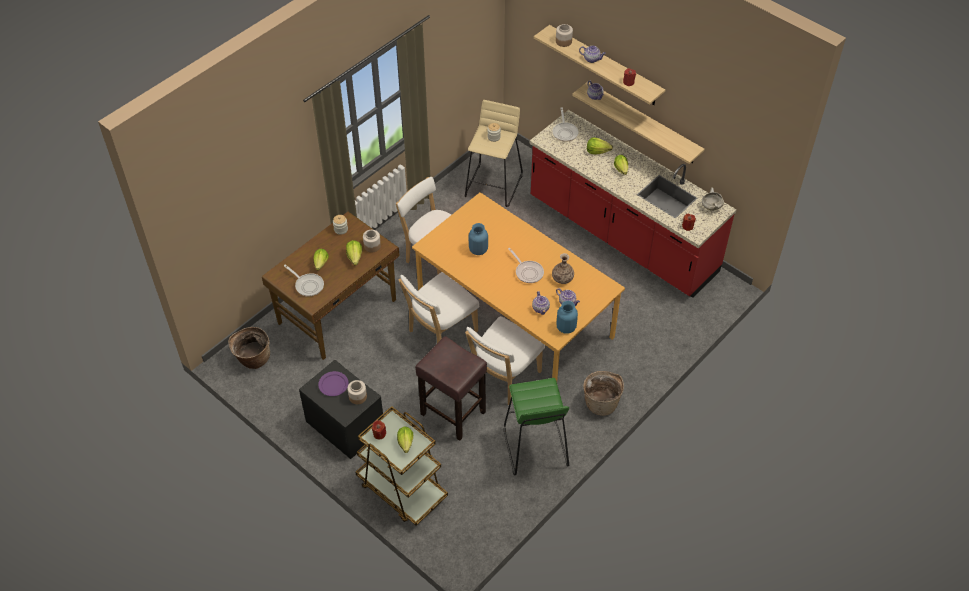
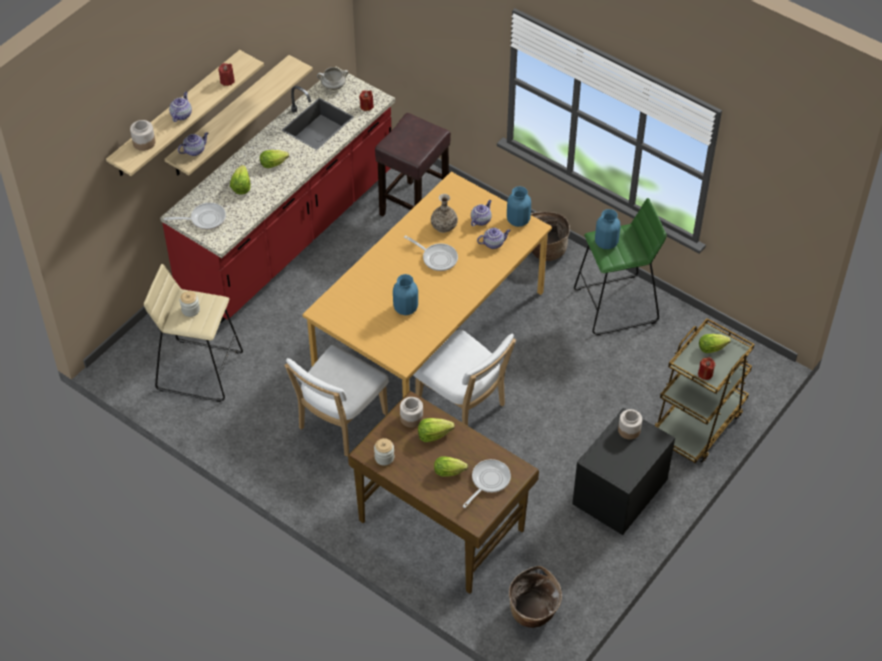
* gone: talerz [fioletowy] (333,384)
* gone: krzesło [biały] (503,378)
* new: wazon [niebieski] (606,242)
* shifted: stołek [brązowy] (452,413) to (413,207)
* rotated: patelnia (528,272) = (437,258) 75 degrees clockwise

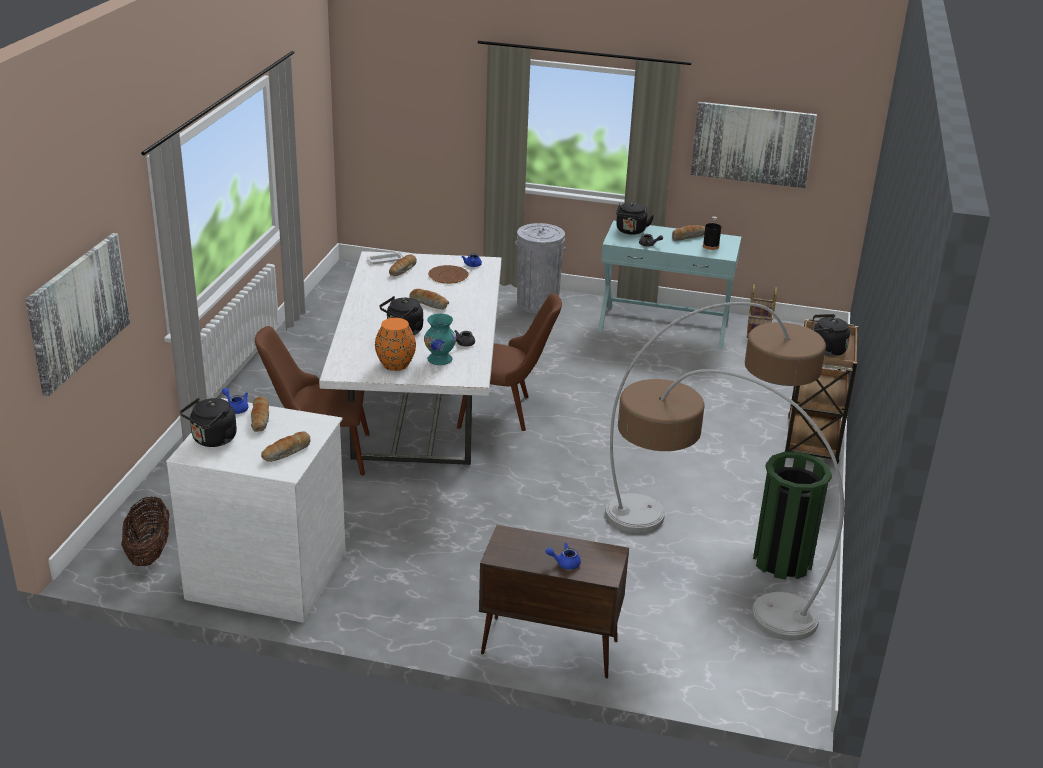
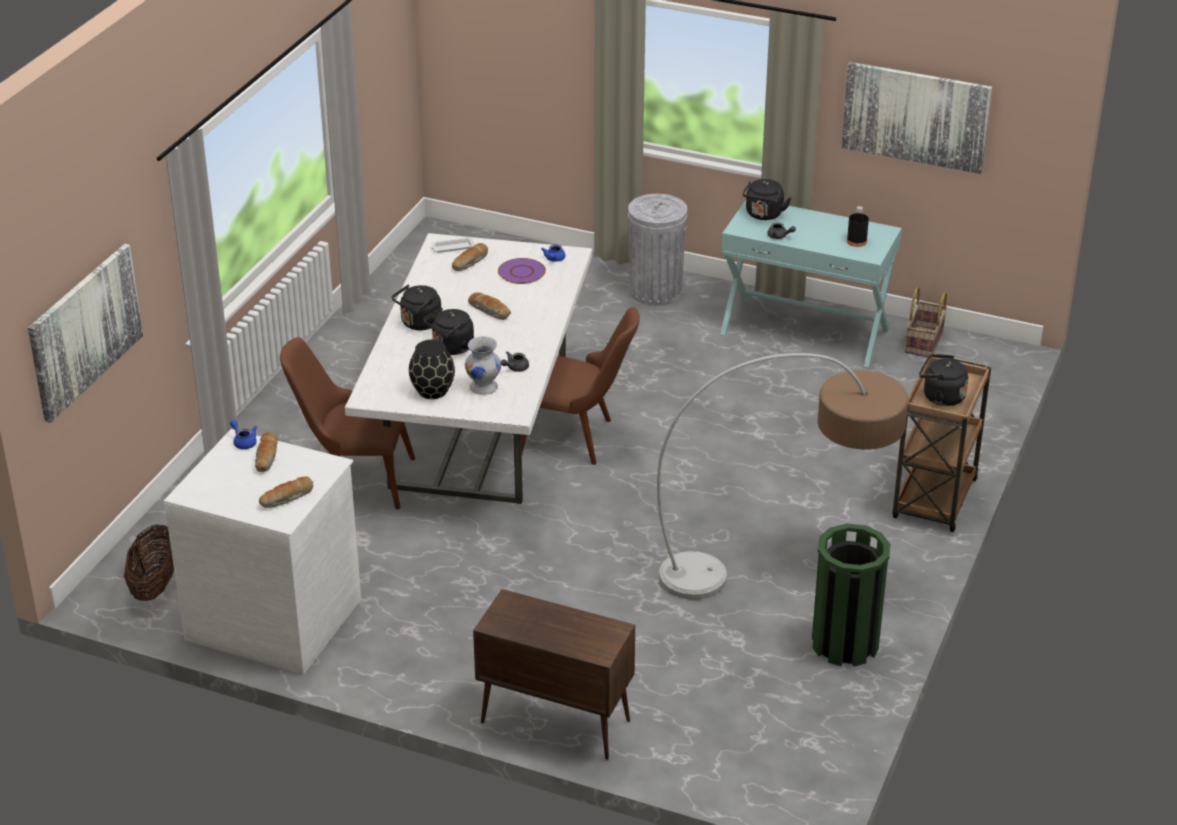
* gone: imbryk [niebieski] (564,563)
* gone: lampa stojąca (700,587)
* gone: chleb (688,236)
* shifted: czajnik [czarny] (212,440) to (419,324)
* repainted: wazon [pomarańczowy] (396,364) to wazon [czarny] (433,391)
* repainted: wazon [turkusowy] (440,360) to wazon [biały] (484,387)
* repainted: talerz [brązowy] (448,275) to talerz [fioletowy] (521,272)

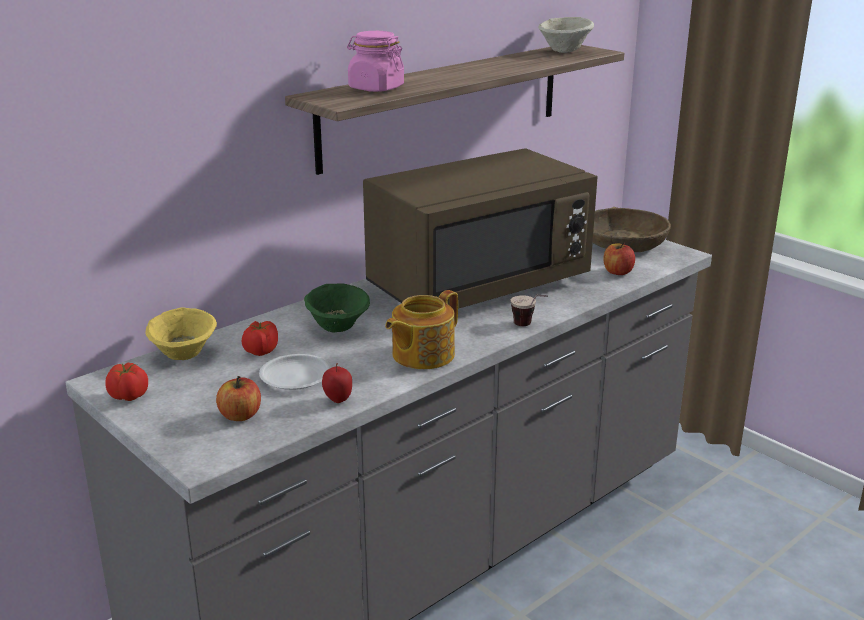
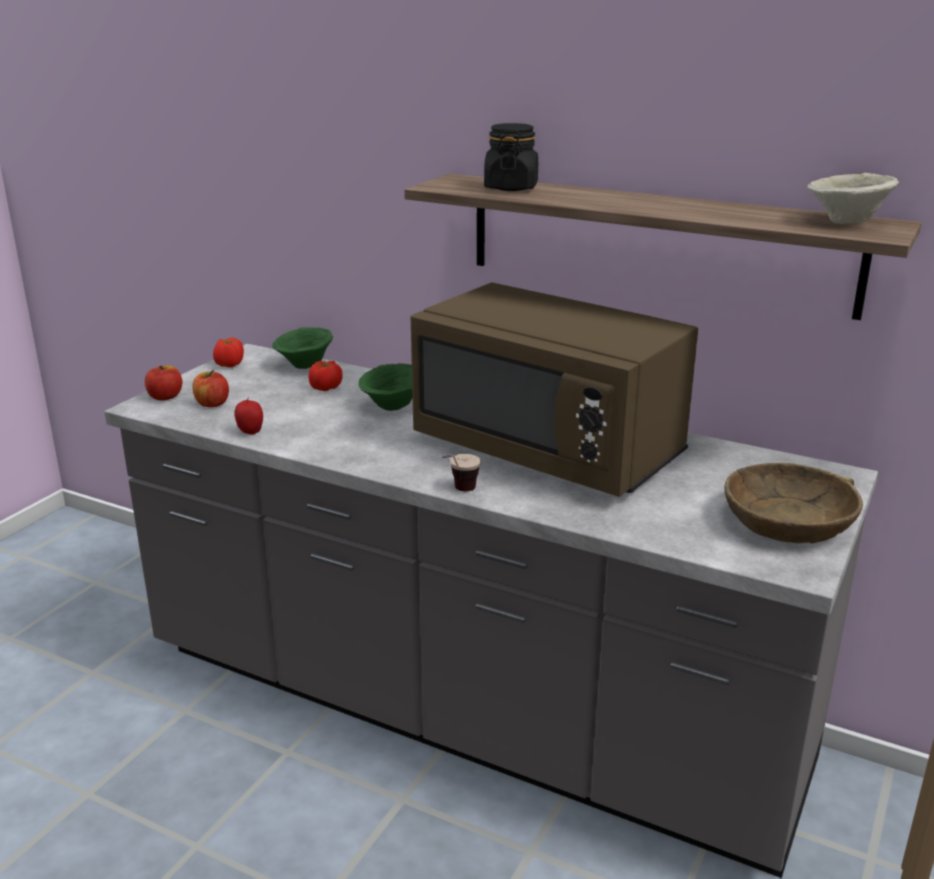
* gone: talerz [biały] (295,376)
* gone: imbryk (421,355)
* shifted: jabłko (617,272) to (165,397)
* repainted: miska [żółty] (185,354) to miska [zielony] (305,365)
* repainted: słoik [różowy] (376,88) to słoik [czarny] (511,187)

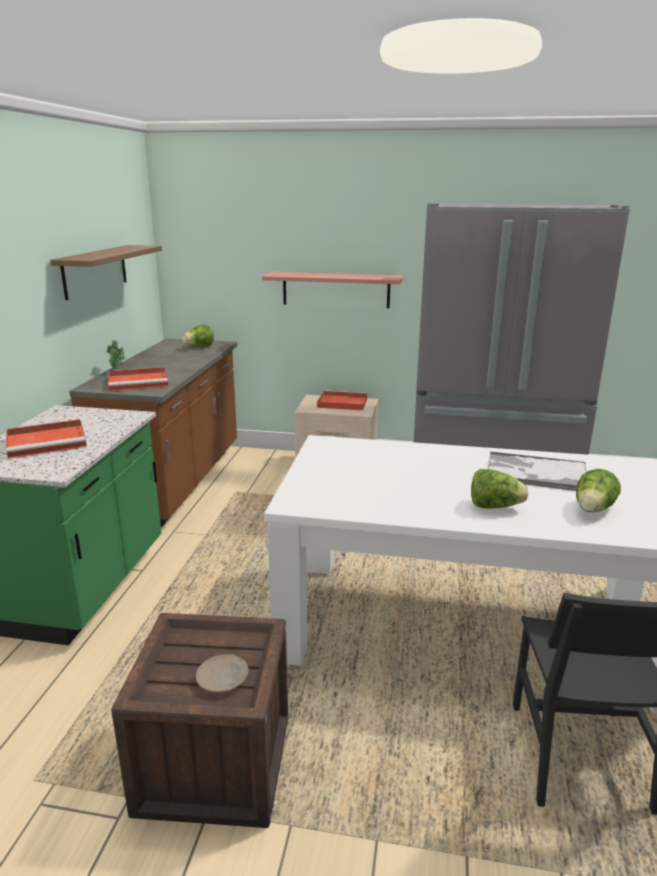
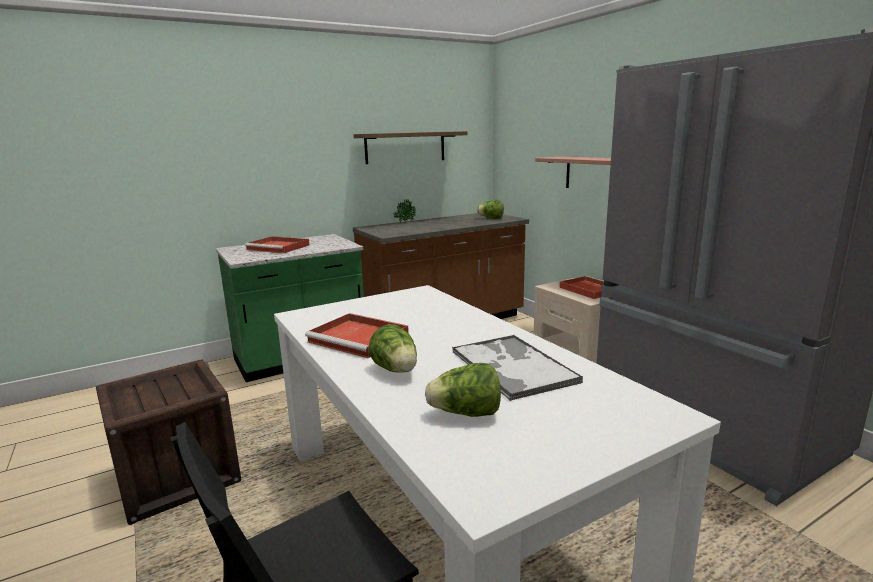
* gone: talerz [beżowy] (223,678)
* shifted: taca [czerwony] (139,382) to (360,339)

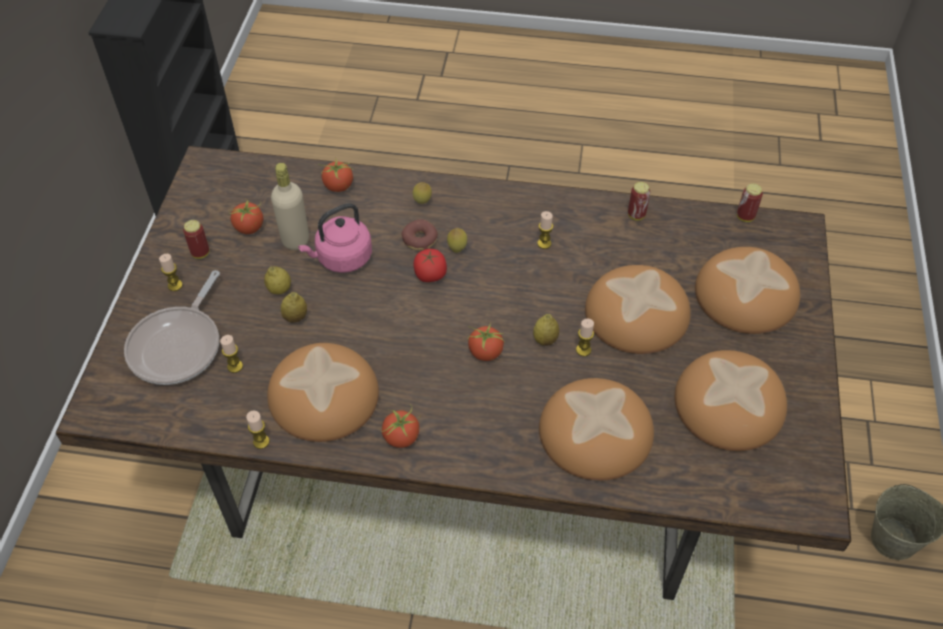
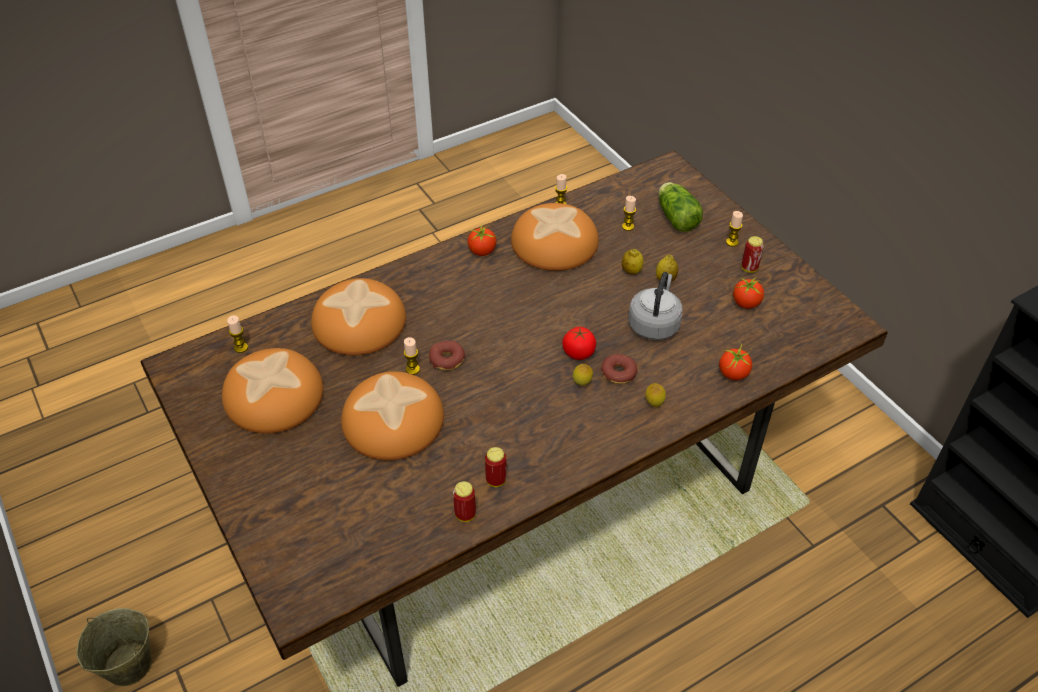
* gone: butelka [beżowy] (295,240)
* gone: pomidor (485,353)
* gone: chleb (746,295)
* shifted: świeca (544,243) to (241,347)
* shifted: puszka (745,217) to (496,480)
* swapped: patelnia (179,346) to sałata (676,216)
* swapped: cytryna (545,340) to donut (447,359)
* repainted: czajnik [różowy] (341,258) to czajnik [szary] (654,324)

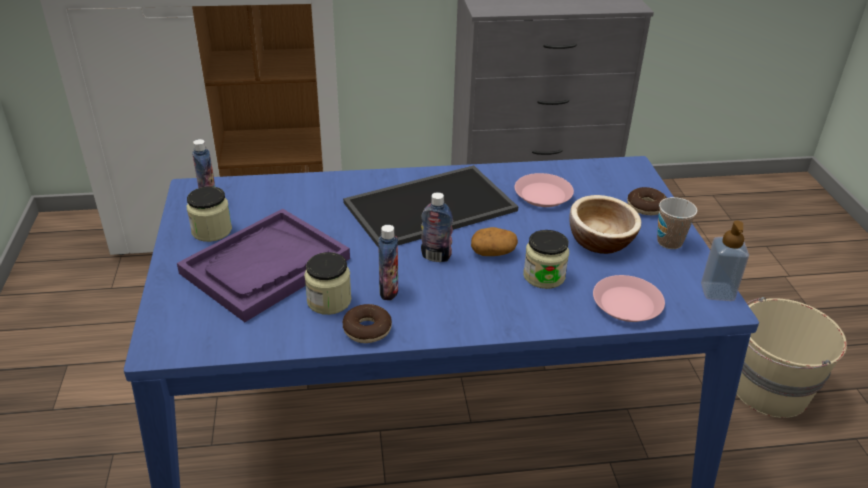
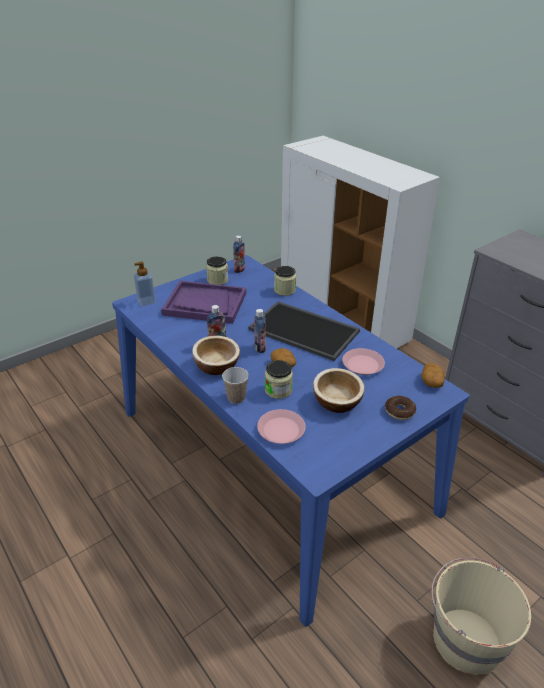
* gone: donut (367,329)
* new: miska (216,366)
* new: ziemniak (431,382)
* shifted: słoik (329,301) to (284,290)
* shifted: filiżanka (669,242) to (236,398)
* shifted: dozownik mydła (717,292) to (146,301)

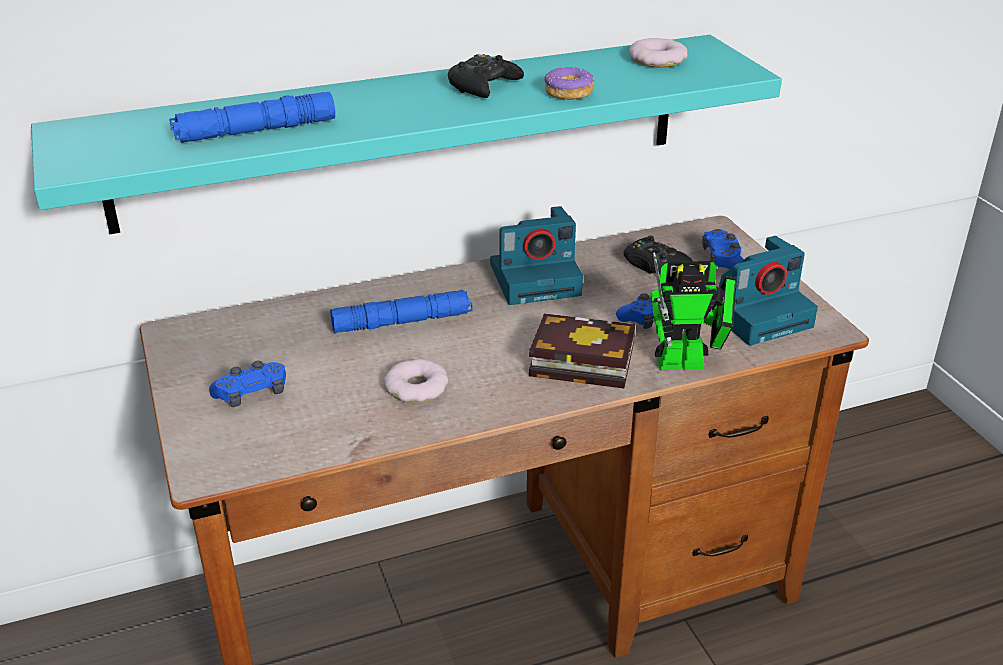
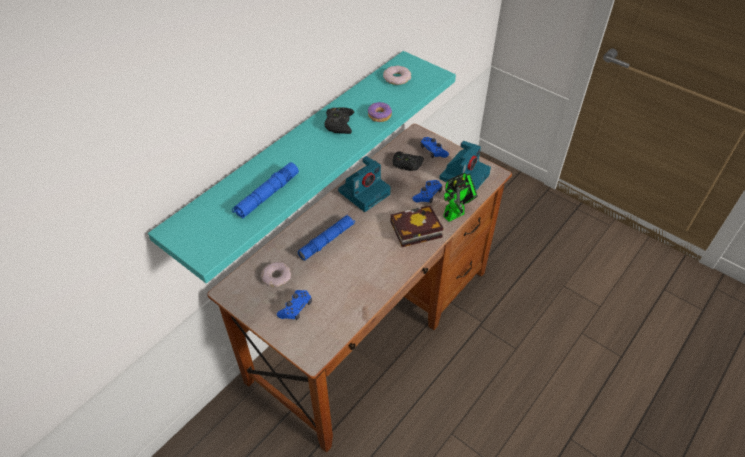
* shifted: donut (417,387) to (276,276)

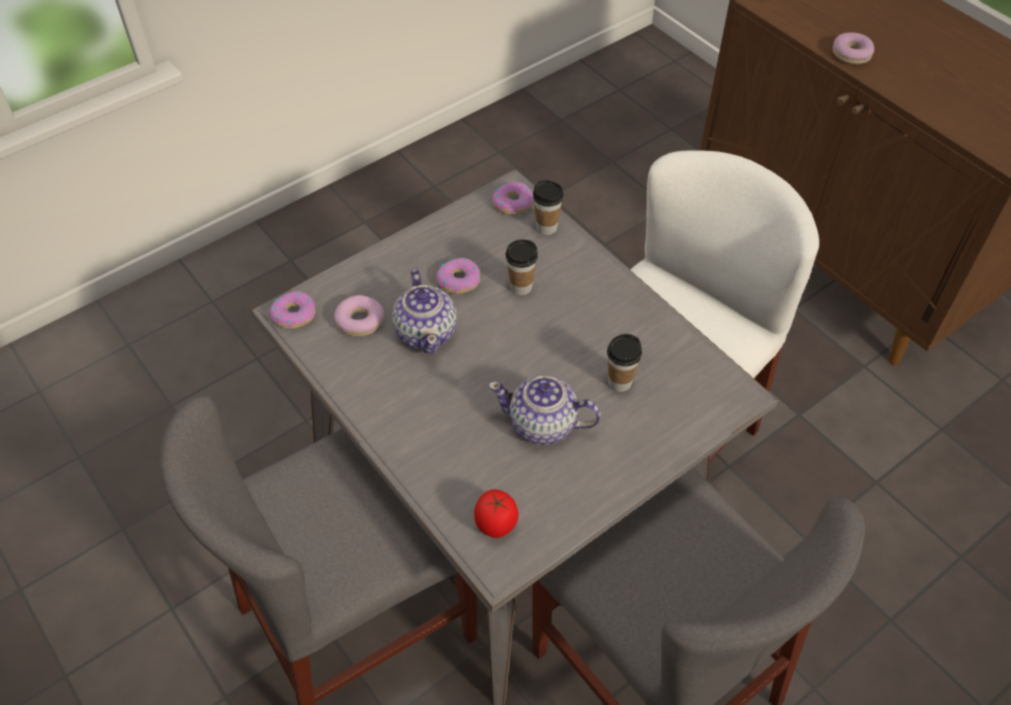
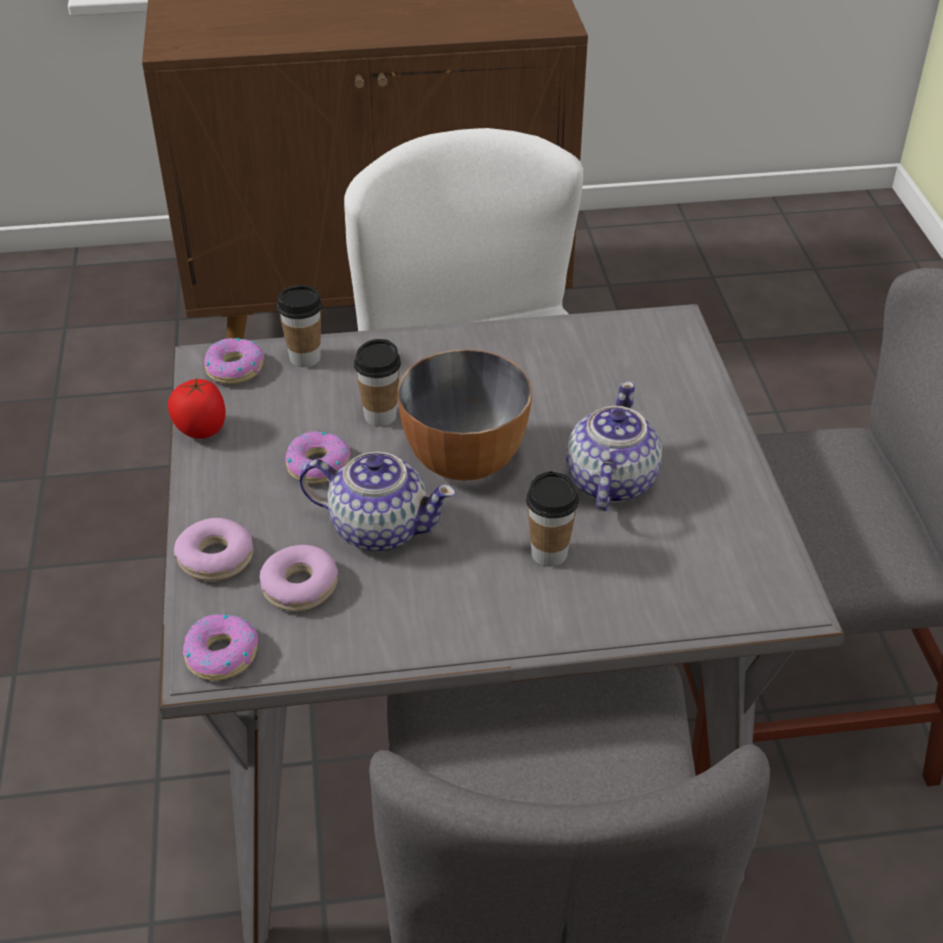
* new: miska (464,461)
* shifted: pomidor (496,524) to (201,430)
* shifted: filiżanka (619,382) to (549,554)
* shifted: donut (851,54) to (215,558)
* rotated: imbryk (543,425) = (609,482) 150 degrees clockwise

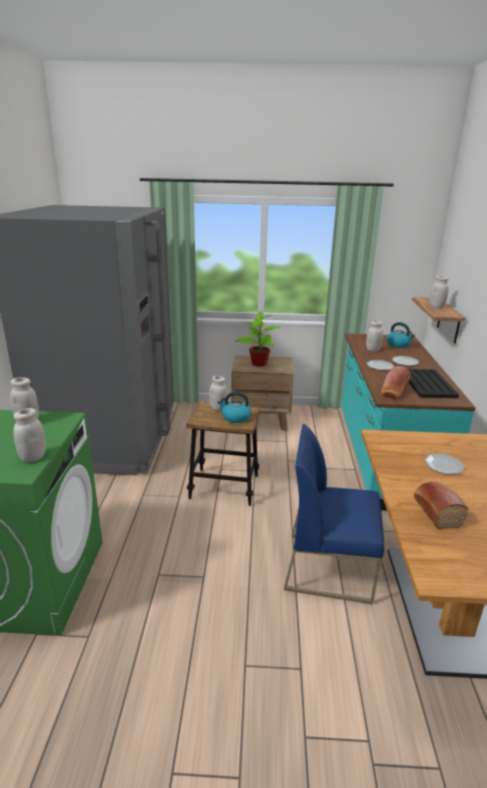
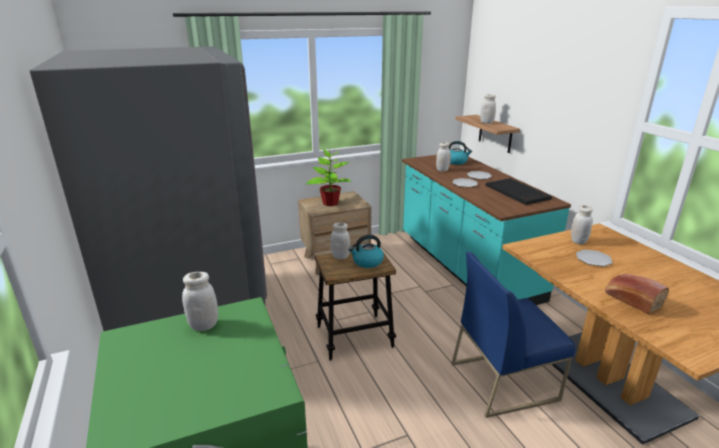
* gone: chleb (394,391)
* shifted: słoik [biały] (33,457) to (578,241)

